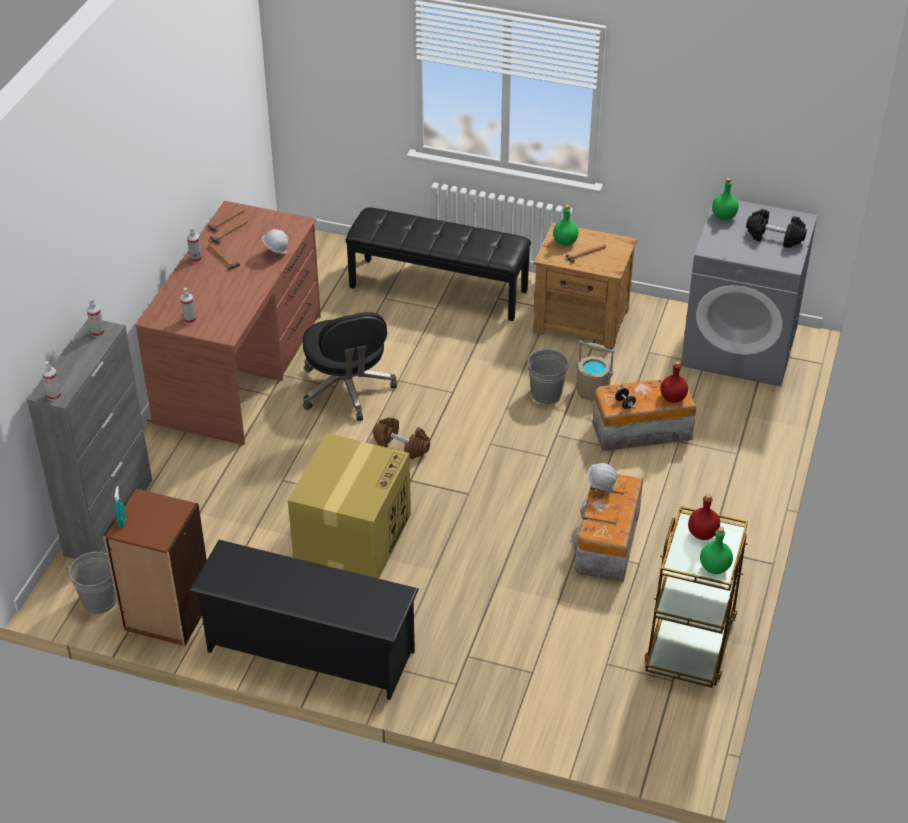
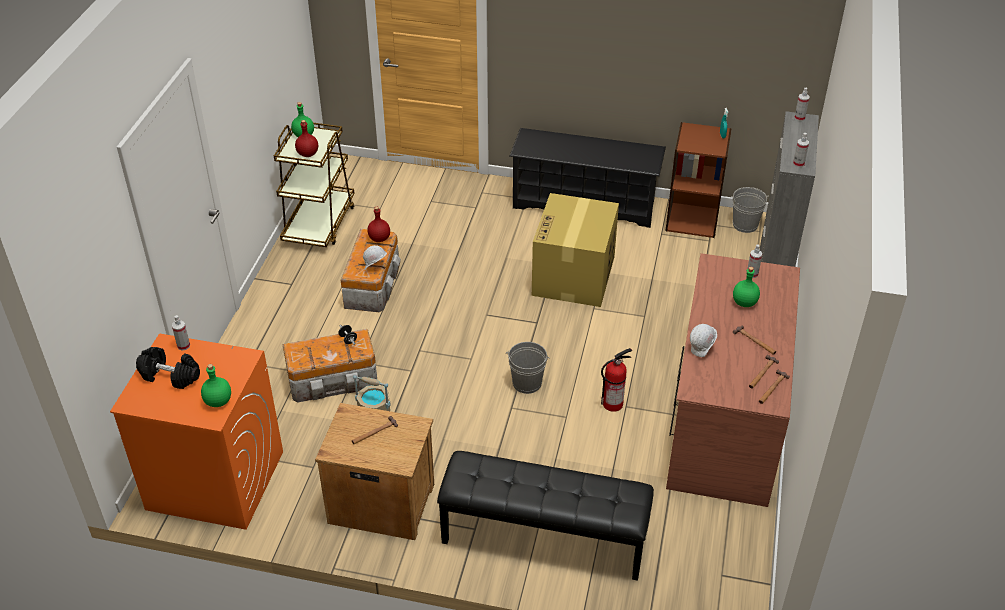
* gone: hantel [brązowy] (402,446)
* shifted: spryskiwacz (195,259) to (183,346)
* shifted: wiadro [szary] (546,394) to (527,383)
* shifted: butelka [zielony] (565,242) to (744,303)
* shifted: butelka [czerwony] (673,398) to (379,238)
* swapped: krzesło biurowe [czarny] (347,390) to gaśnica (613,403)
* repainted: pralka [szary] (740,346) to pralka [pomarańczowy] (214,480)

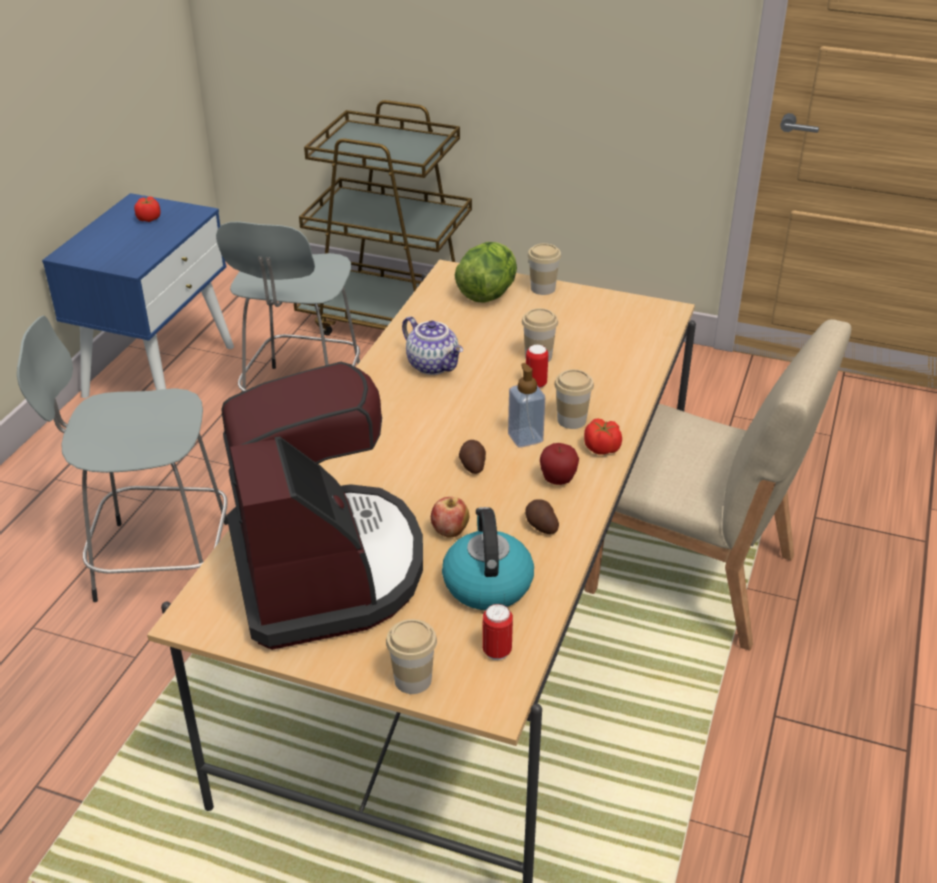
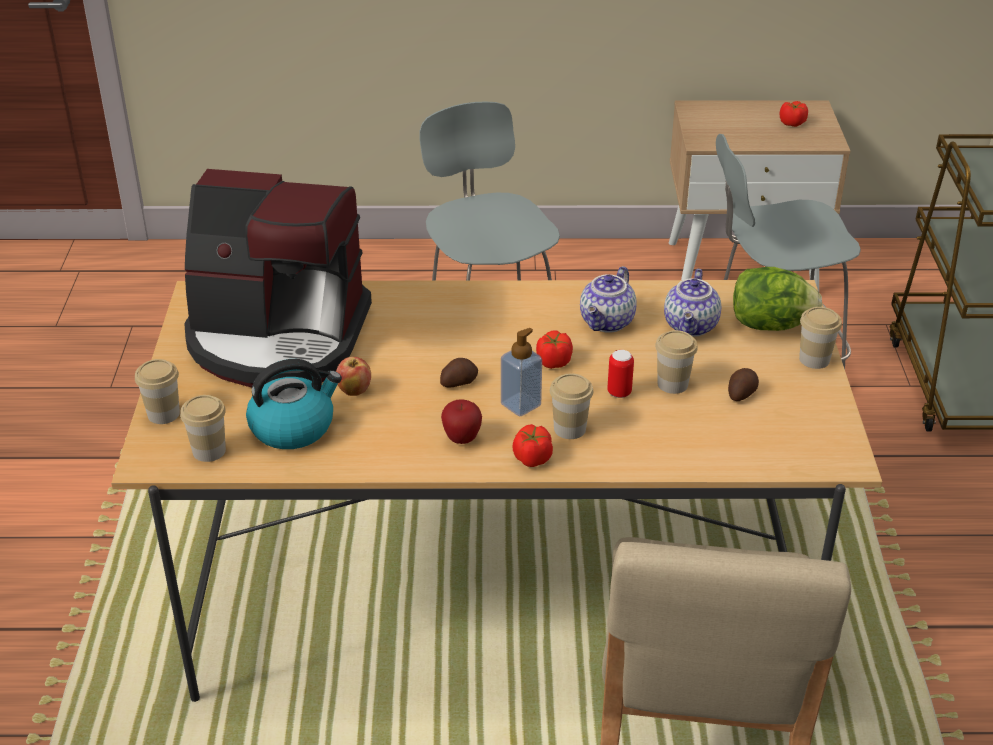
* new: pomidor (553,362)
* new: imbryk (692,326)
* shifted: ziemniak (540,525) to (741,393)
* swapped: puszka (497,651) to filiżanka (209,451)
* repainted: szafka nocna [niebieski] (159,370) to szafka nocna [beżowy] (742,267)
* rotated: ekspres do kawy (325,569) = (278,338) 45 degrees clockwise

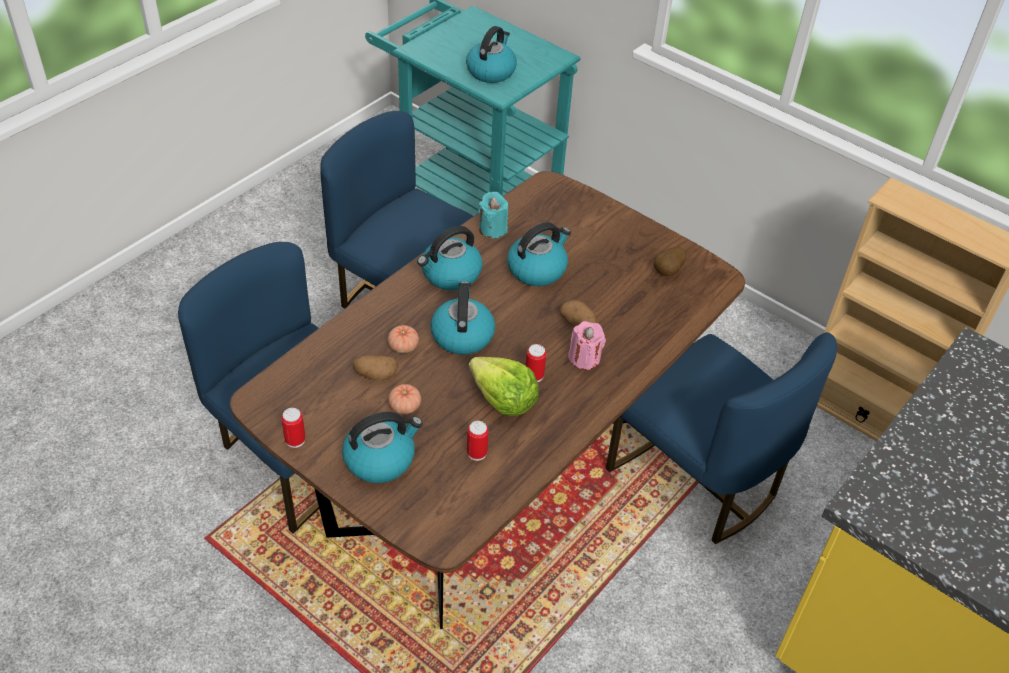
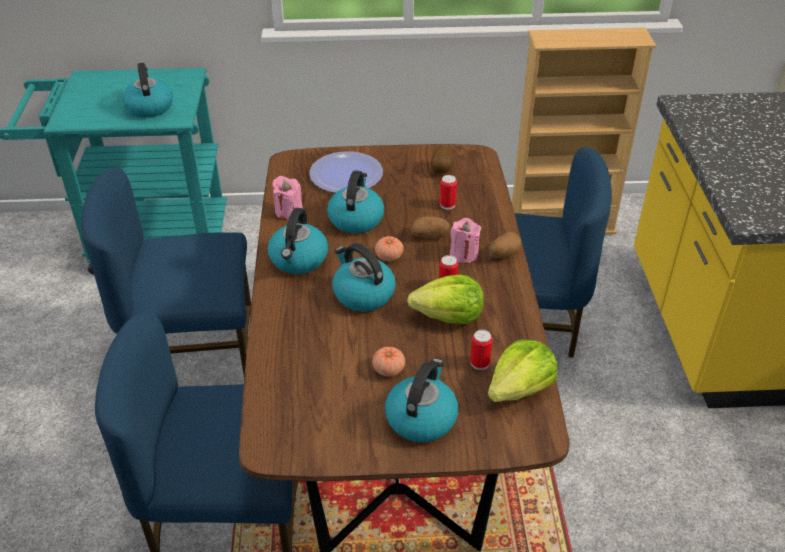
* new: talerz (346,174)
* new: sałata (520,388)
* shifted: puszka (295,440) to (447,205)
* shifted: ziemniak (375,375) to (503,254)
* shifted: pomidor (403,346) to (389,256)
* repainted: świeca [turkusowy] (492,229) to świeca [różowy] (288,212)

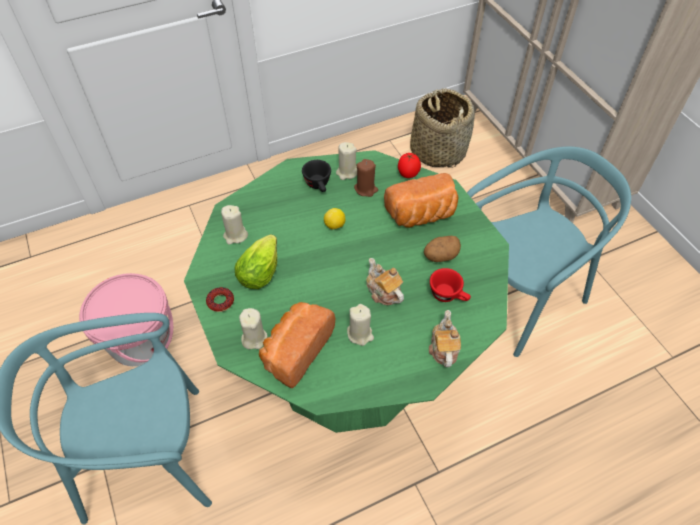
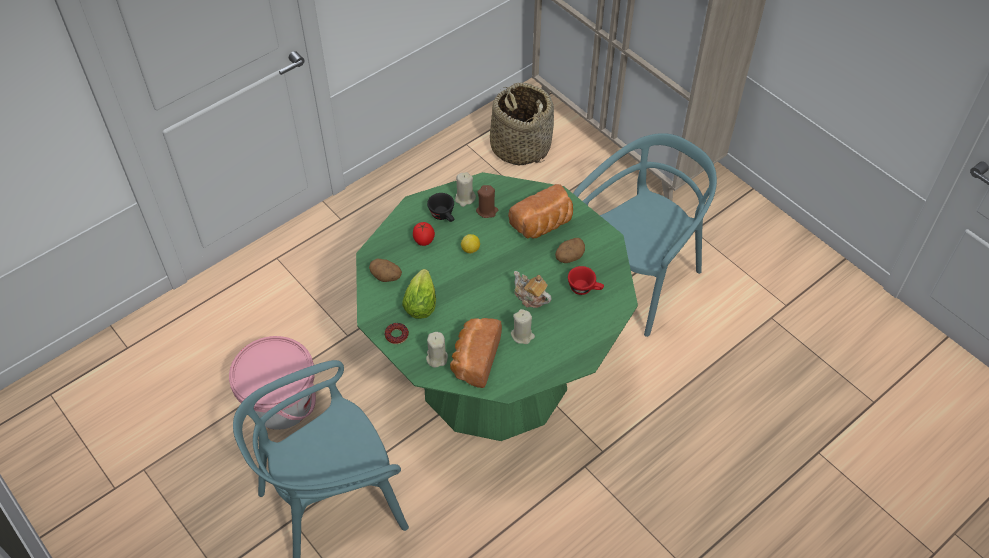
* gone: imbryk (443,348)
* shifted: pomidor (408,174) to (424,241)
* swapped: świeca [beżowy] (235,235) to ziemniak (386,277)

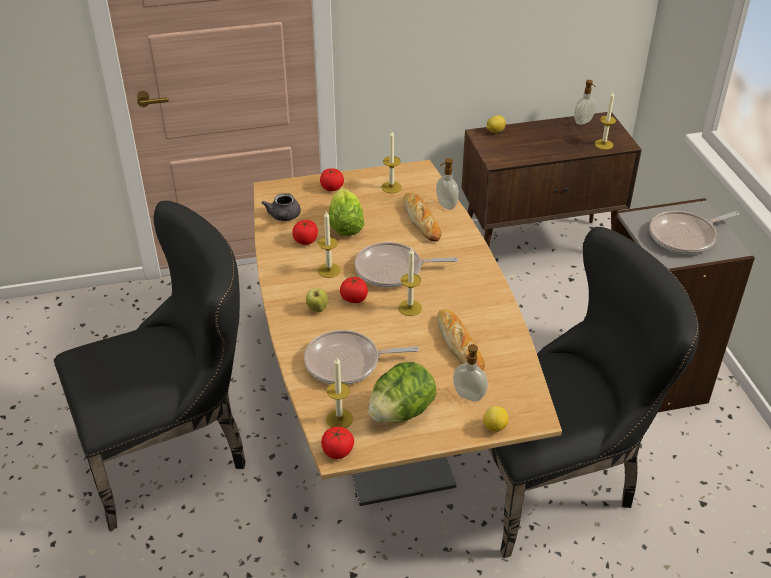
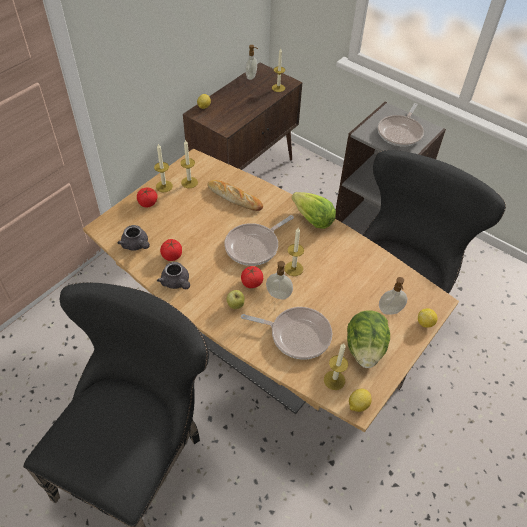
* gone: chleb (459,344)
* new: imbryk [szary] (176,283)
* shifted: świeca (329,270) to (164,186)
* shifted: sałata (345,226) to (313,220)
* shifted: dozownik mydła (445,205) to (278,295)
* swapped: pomidor (337,451) to cytryna (357,405)
* rotated: patelnia (347,363) = (296,335) 120 degrees counterclockwise

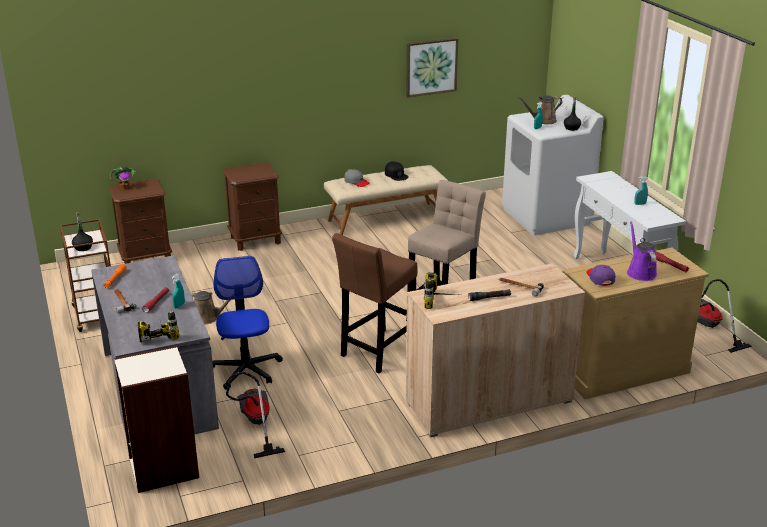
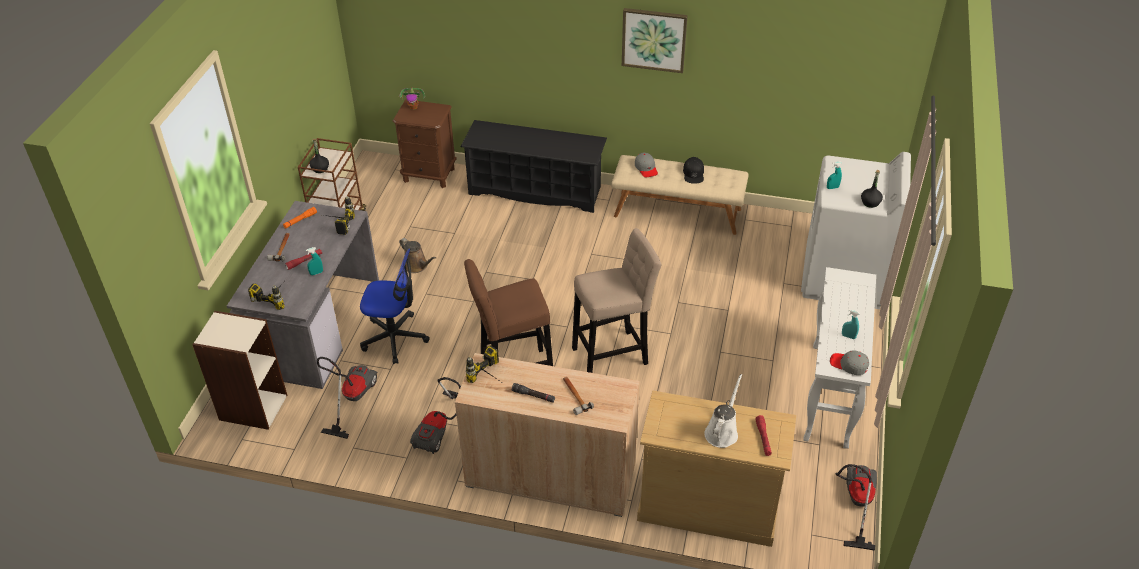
* gone: konewka [brązowy] (542,121)
* gone: czapka z daszkiem [fioletowy] (600,278)
* new: wiertarka (336,224)
* new: odkurzacz (440,429)
* new: czapka z daszkiem [szary] (849,365)
* shifted: obraz (431,66) to (654,39)
* swapped: szafka nocna [brązowy] (255,240) to regał na buty [czarny] (535,190)
* repainted: konewka [fioletowy] (640,272) to konewka [biały] (722,431)
* rotated: krzesło biurowe (246,370) = (395,338) 75 degrees clockwise

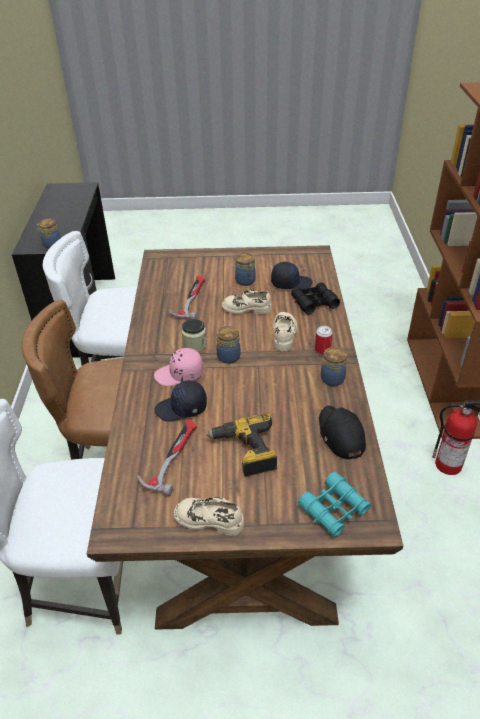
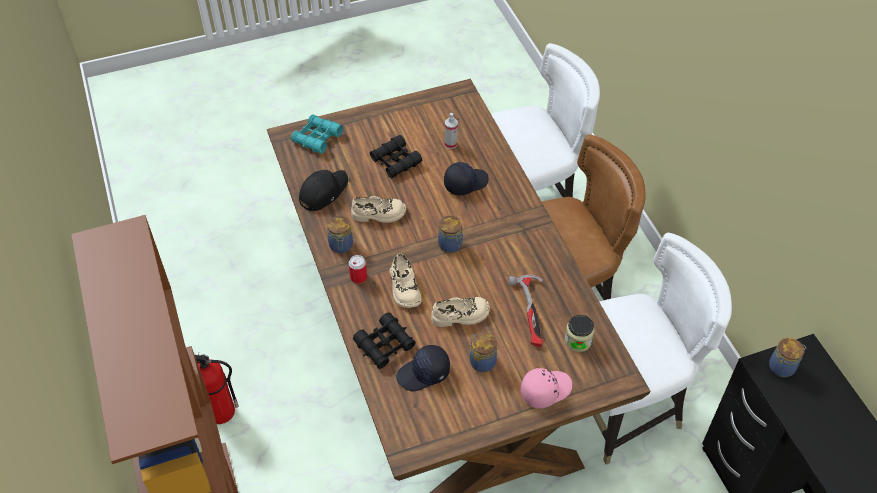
* shifted: czapka z daszkiem [różowy] (179,374) to (545,390)
* shifted: but [beżowy] (209,519) to (378,214)
* shifted: słoik (194,345) to (578,341)
* swapped: młotek (171,457) to spryskiwacz (451,144)
* swapped: wiertarka (245,451) to lornetka [czarny] (395,161)
* rotated: czapka z daszkiem [czarny] (340,435) = (323,192) 105 degrees counterclockwise

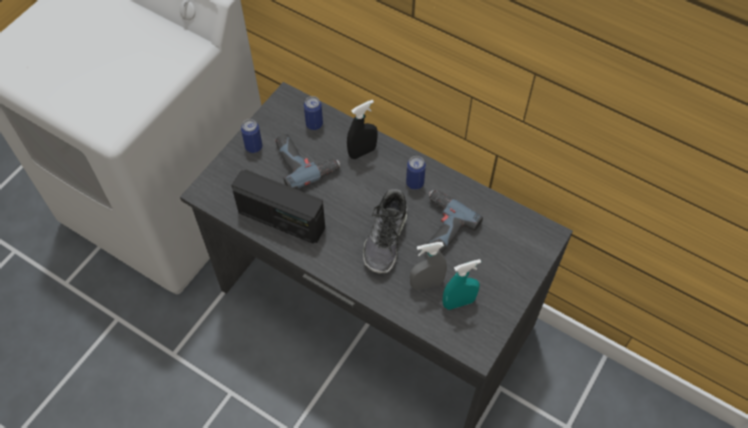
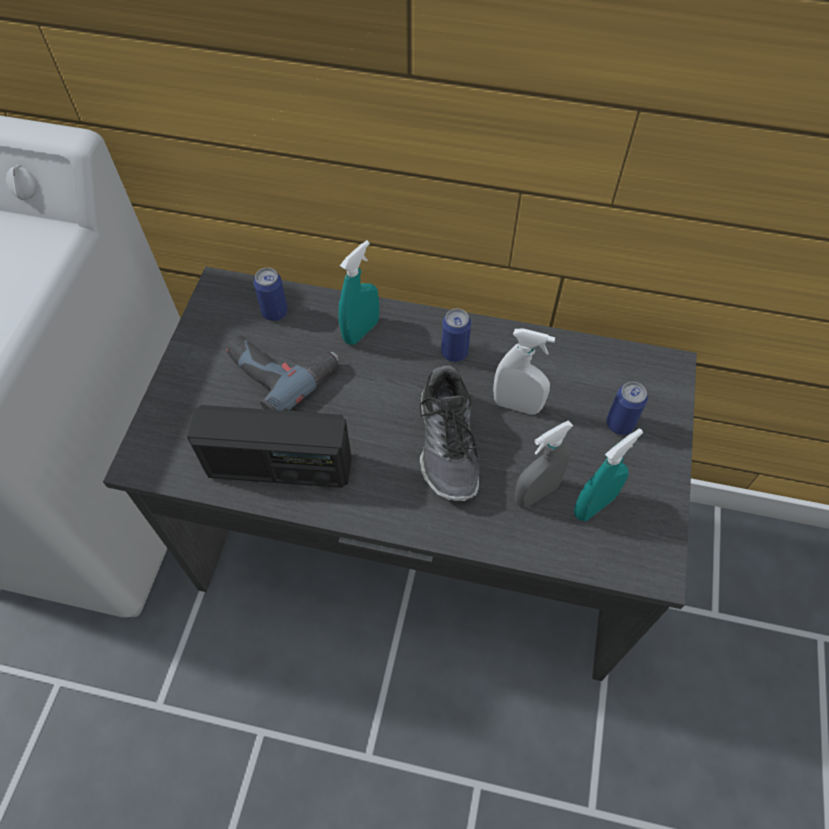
* shifted: puszka (253,147) to (620,424)
* swapped: wiertarka (439,228) to spryskiwacz [biały] (517,405)
* repainted: spryskiwacz [czarny] (362,152) to spryskiwacz [turkusowy] (361,331)

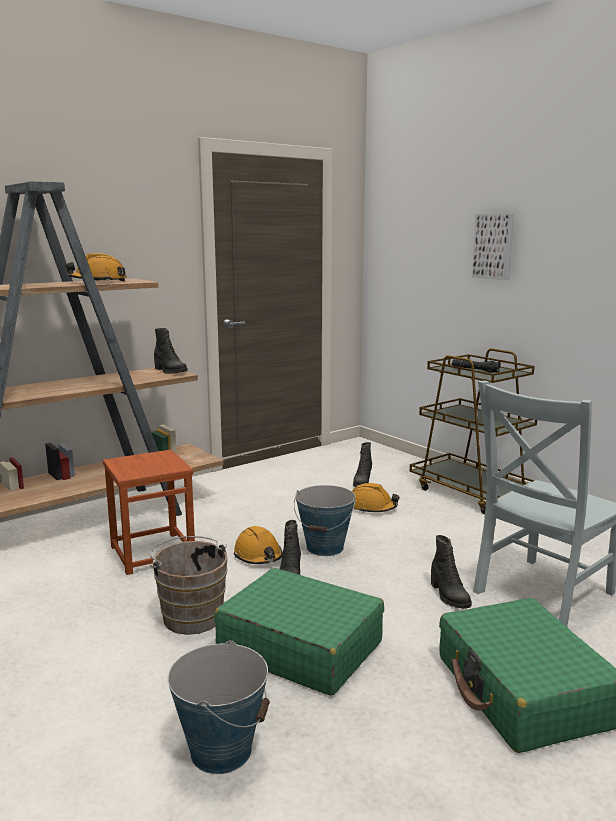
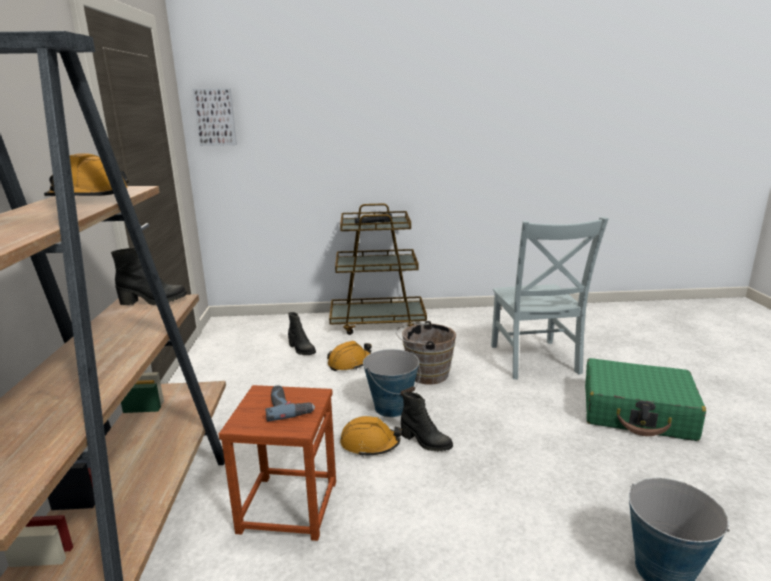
* gone: walizka [zielony] (299,647)
* gone: but z cholewką [czarny] (448,596)
* new: wiertarka (289,407)
* shifted: wiadro [brązowy] (191,615) to (424,374)
* shifted: obraz (494,246) to (215,117)

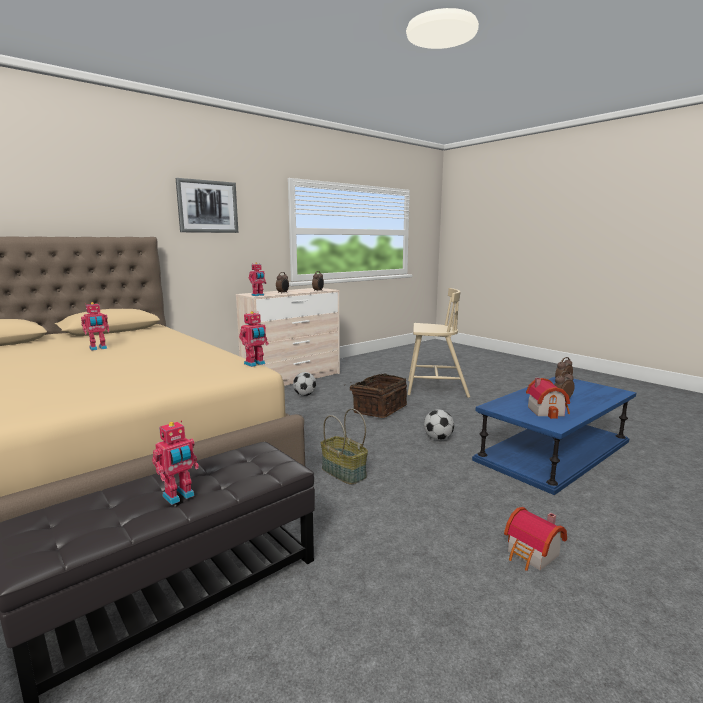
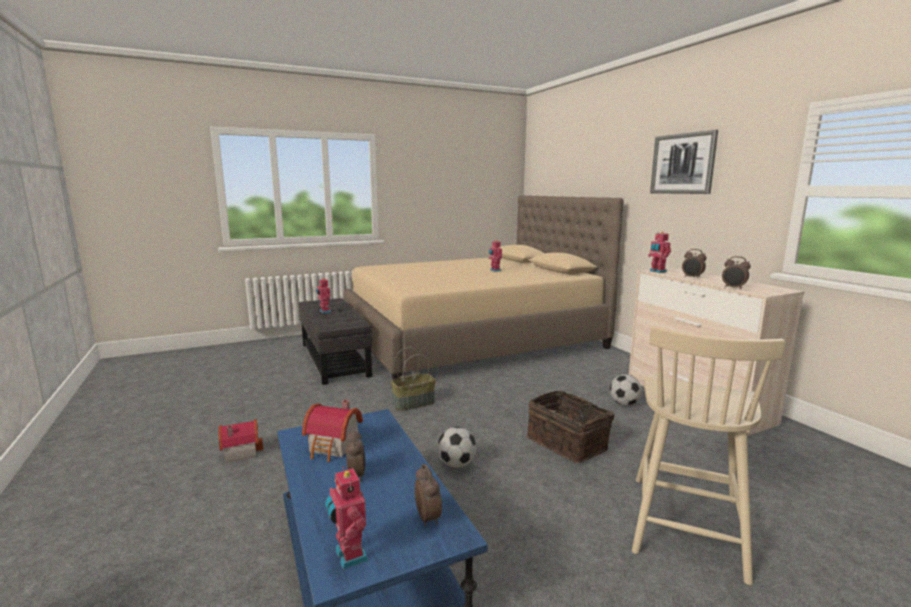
* shifted: robot zabawkowy (255,364) to (349,556)

